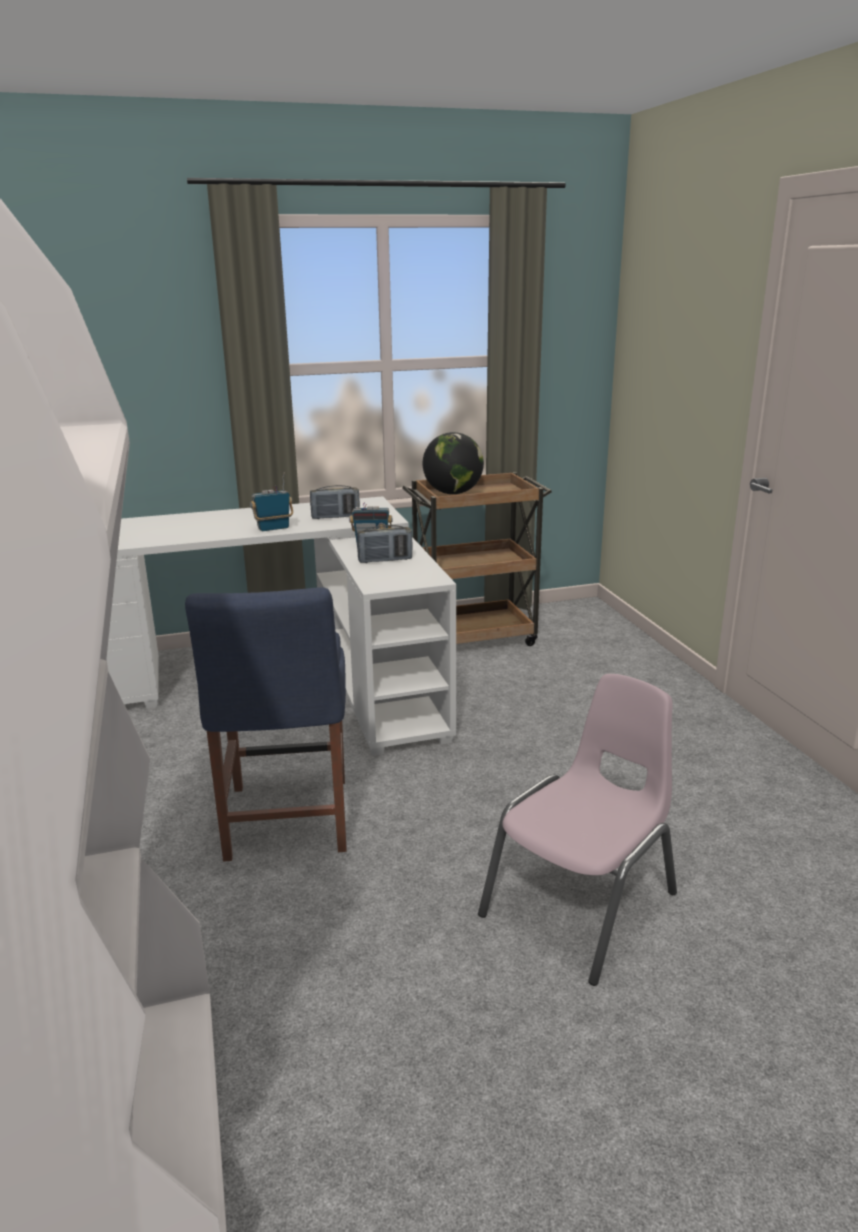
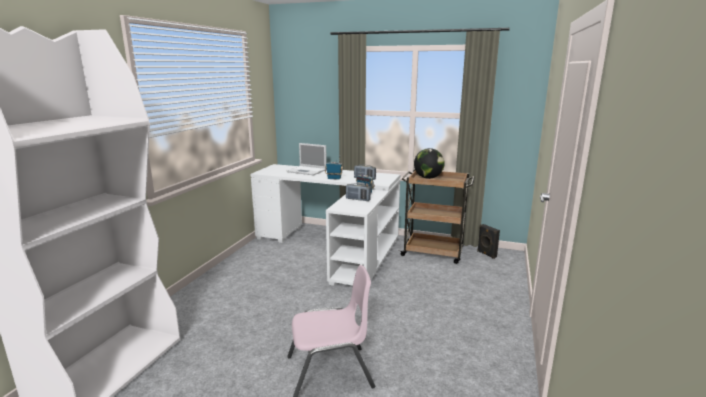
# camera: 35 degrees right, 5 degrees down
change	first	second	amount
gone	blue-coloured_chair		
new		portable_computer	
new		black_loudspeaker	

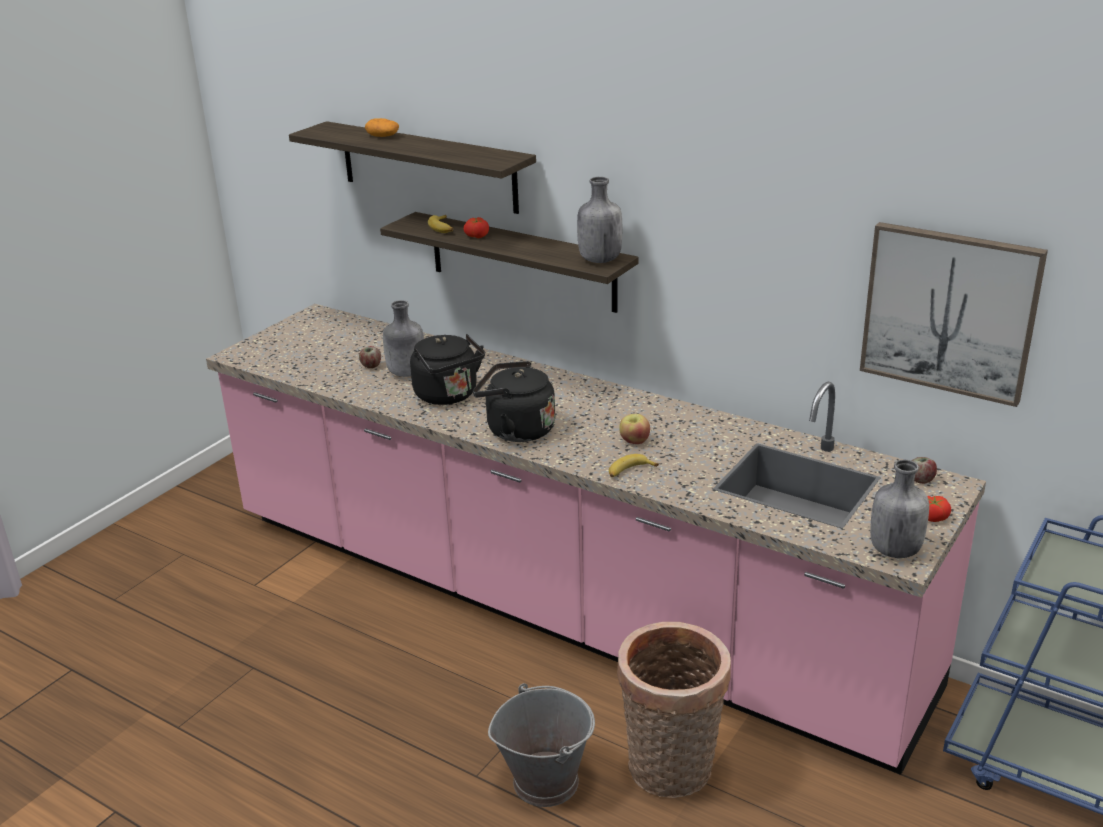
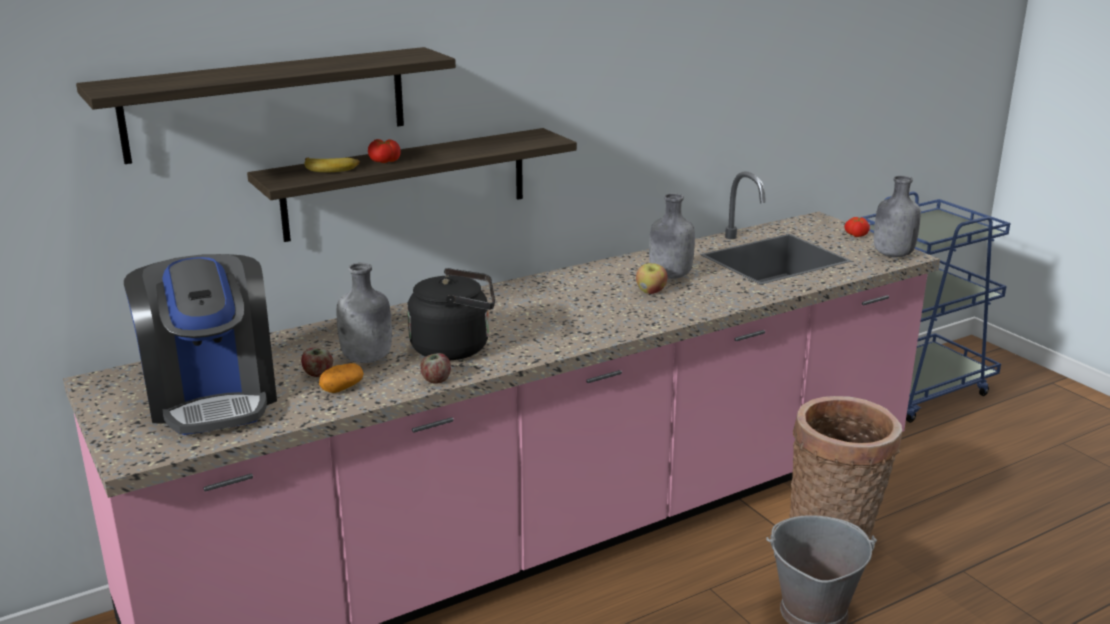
# camera: 65 degrees left, 5 degrees down
change	first	second	amount
shifted	potato		
shifted	gray_beverage_bottle (no. 2 from left)		
gone	wall_art		
gone	black_water_kettle (no. 2 from left)		
gone	banana (no. 2 from left)		
shifted	whole_apple (no. 3 from left in the first image)	whole_apple (no. 2 from left)	
new		coffee_brewer	

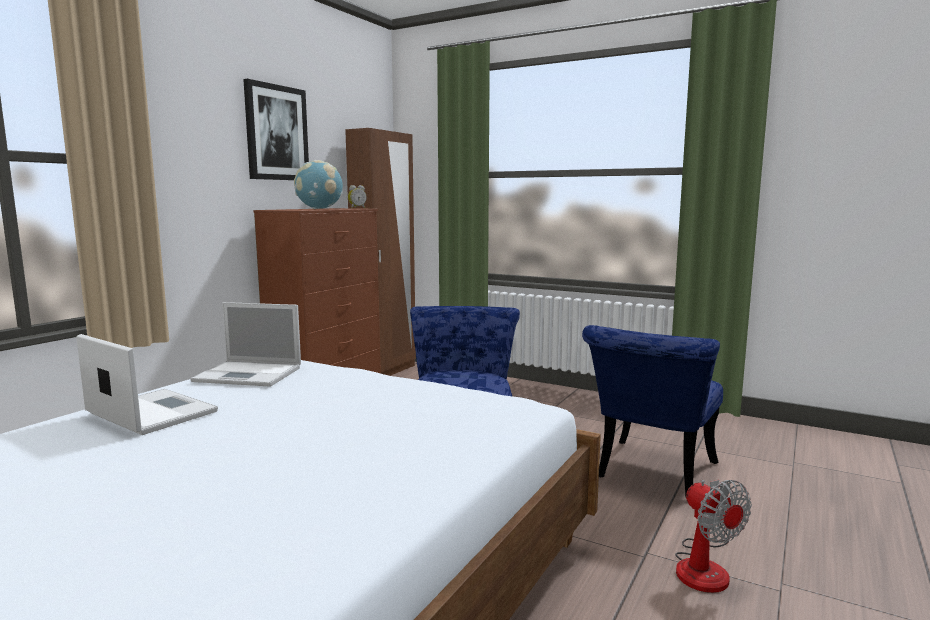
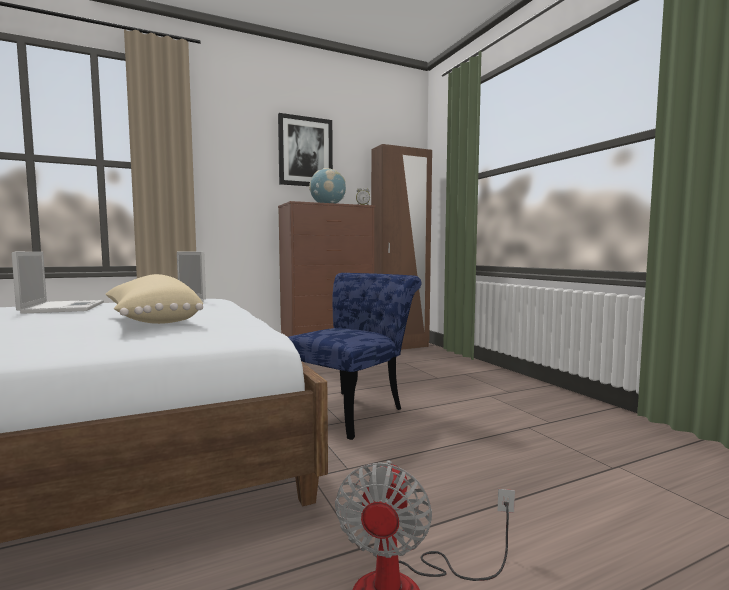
# camera: 35 degrees right, 5 degrees down
change	first	second	amount
gone	blue-coloured_chair (no. 2 from left)		
new		beige-coloured_pillow	

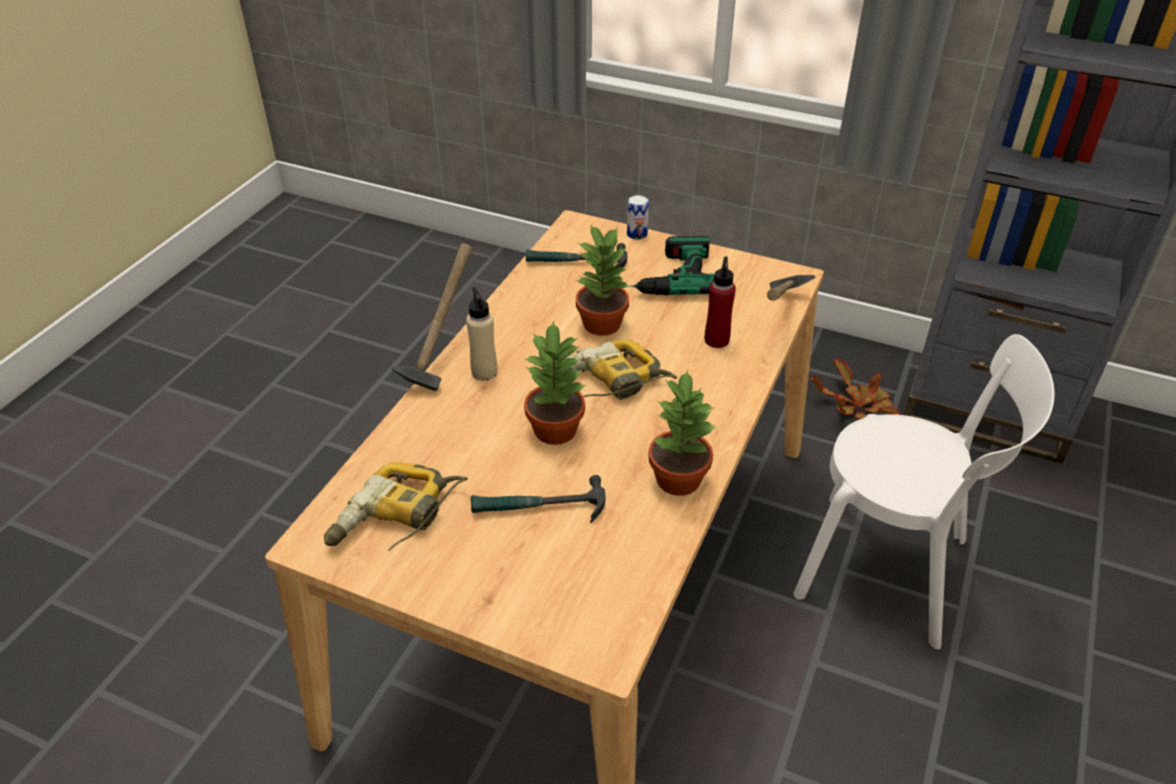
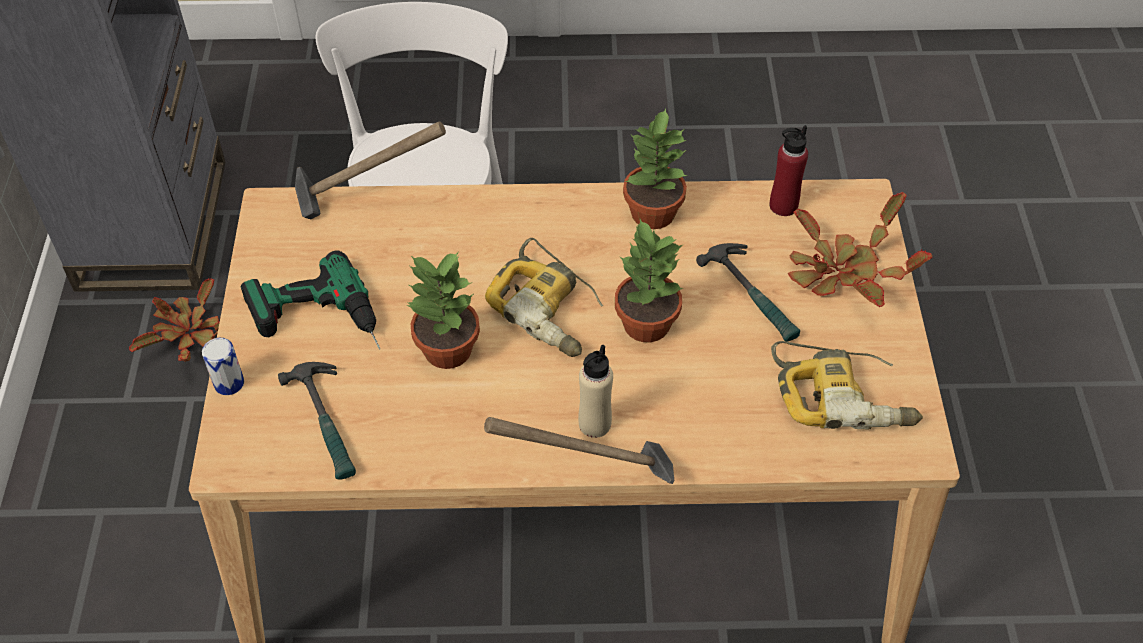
# camera: 115 degrees left, 10 degrees up
change	first	second	amount
shifted	red_beverage_bottle		
new		houseplant (no. 5 from left)	

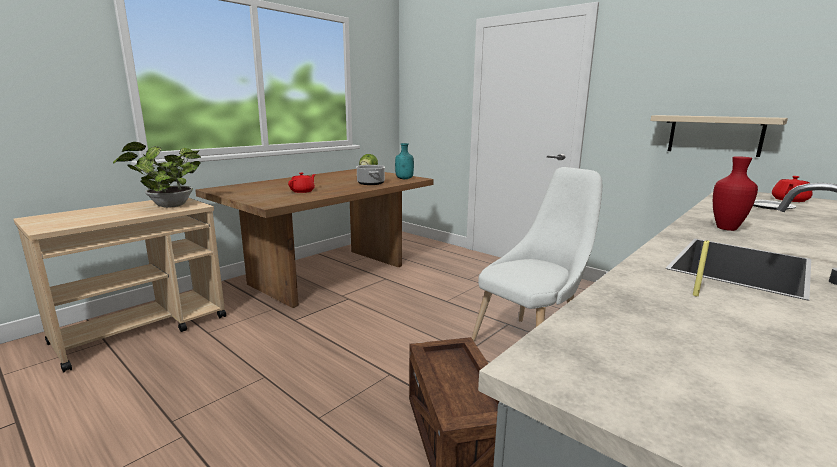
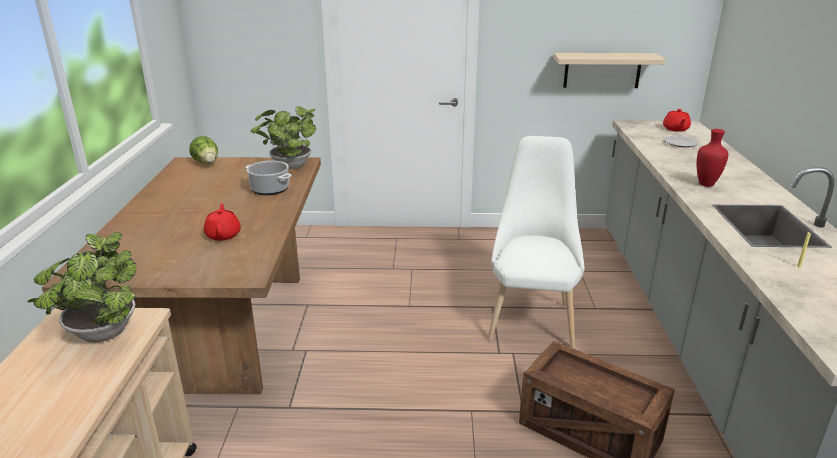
# camera: 40 degrees left, 10 degrees up
change	first	second	amount
swapped	blue-green_beverage_bottle	houseplant (no. 2 from left)	

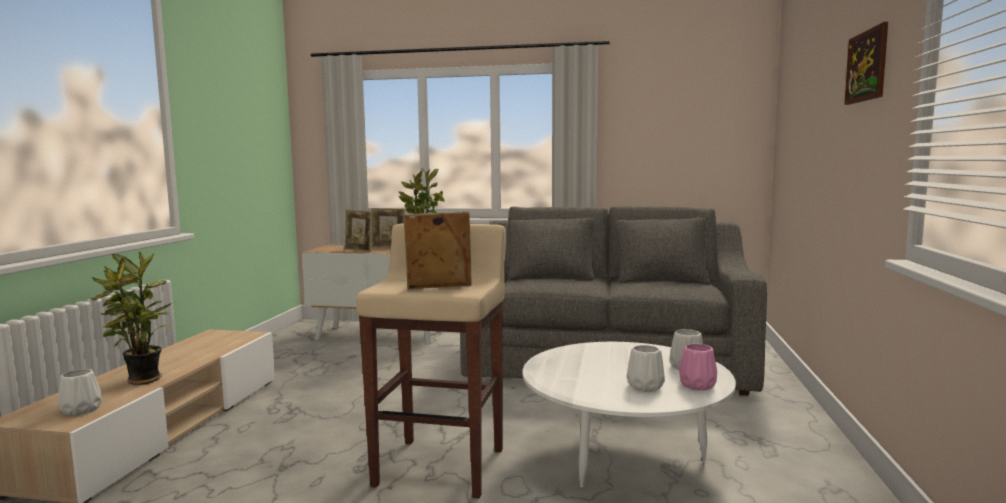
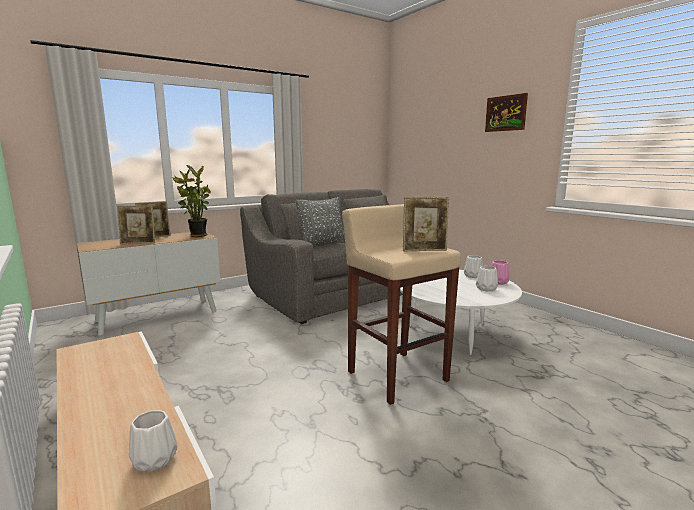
# camera: 45 degrees left, 5 degrees up
change	first	second	amount
rotated	standing_frame (no. 3 from left)		135 degrees counterclockwise
gone	houseplant (no. 1 from left)		
new		gray_pillow	

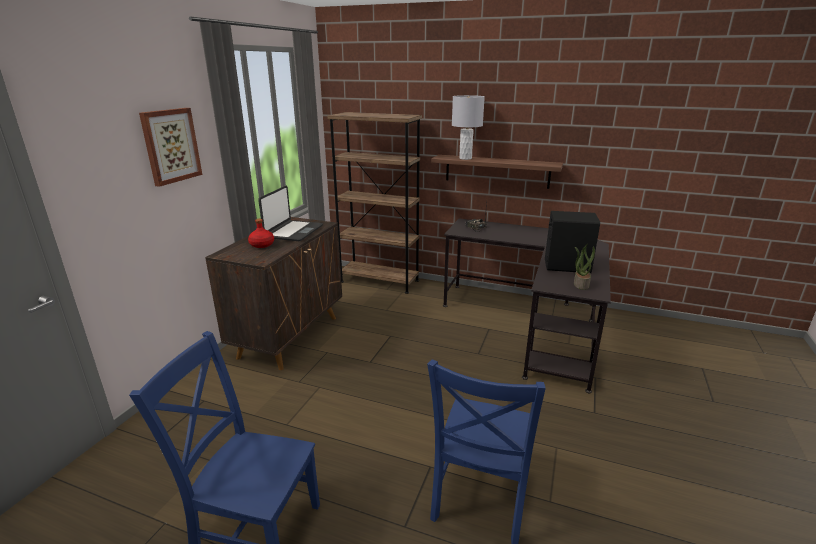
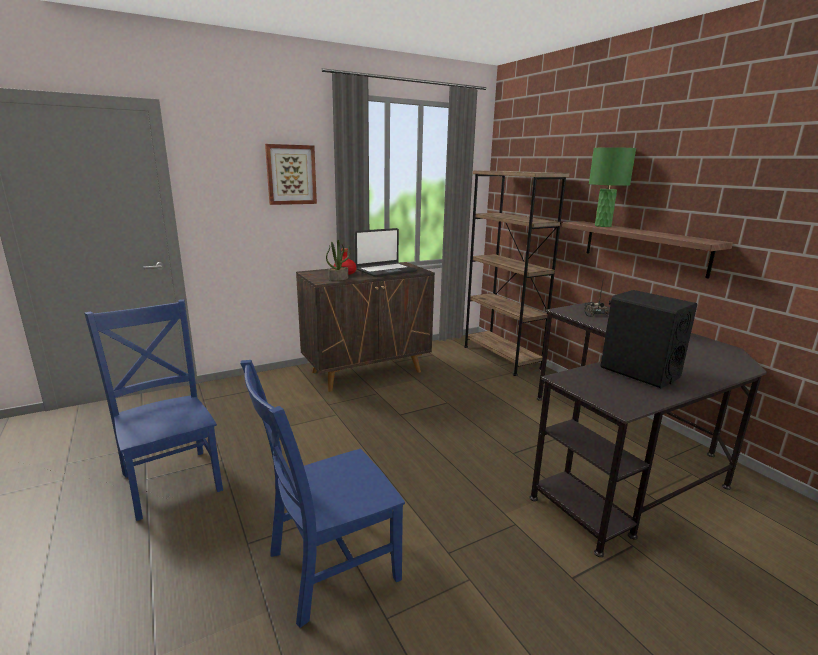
# camera: 40 degrees right, 5 degrees down
change	first	second	amount
repainted	gray_tabletop_lamp	green_tabletop_lamp	
shifted	houseplant		

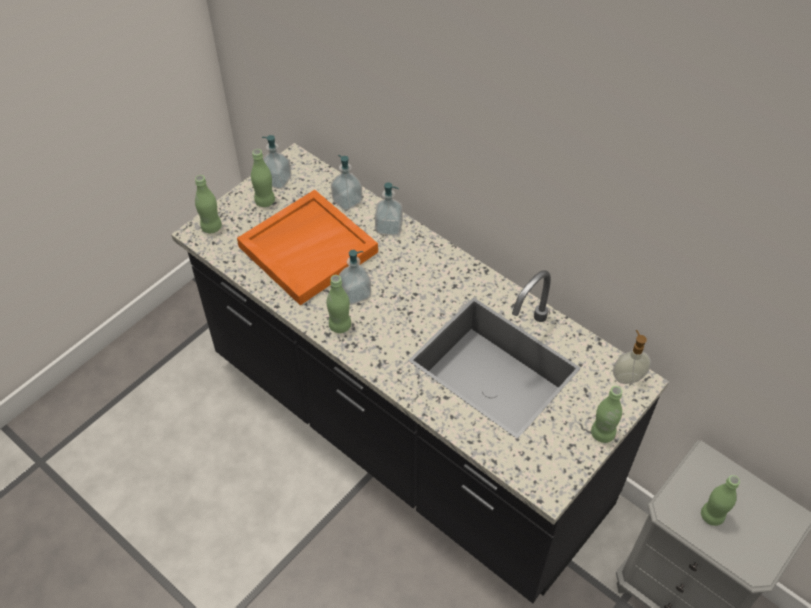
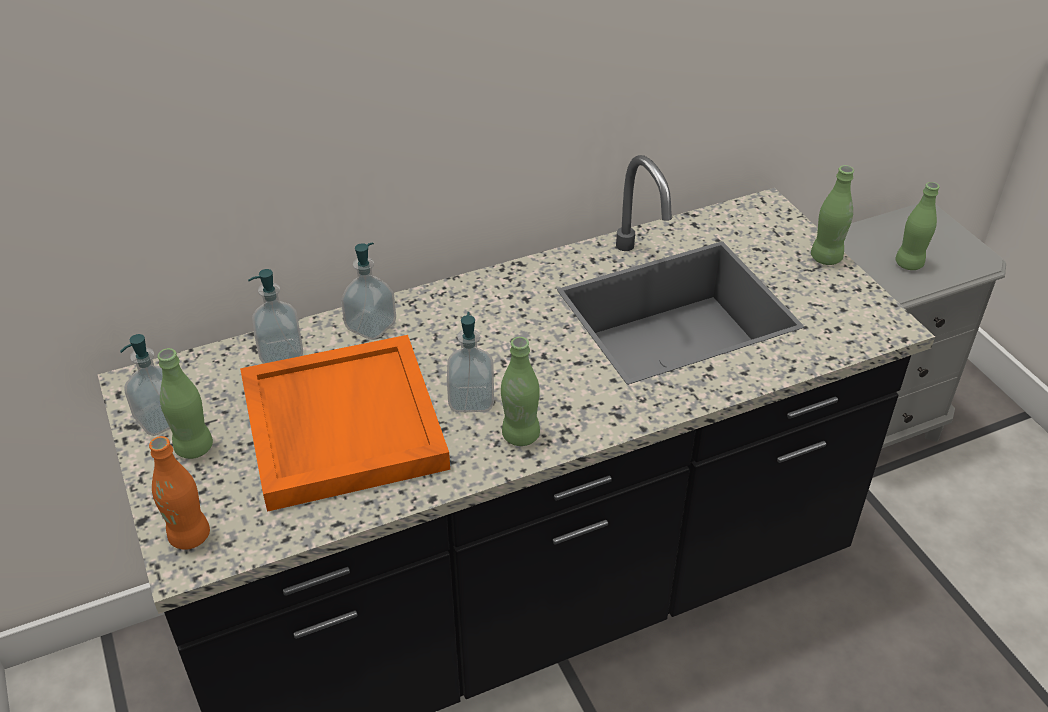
# camera: 65 degrees left, 10 degrees down
change	first	second	amount
repainted	green_beverage_bottle (no. 1 from left)	orangey_beverage_bottle	
gone	soap_dispenser (no. 5 from left)		

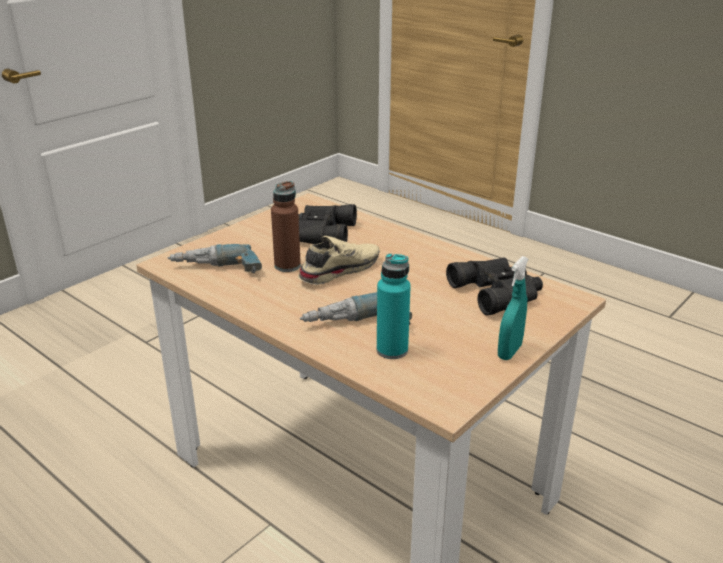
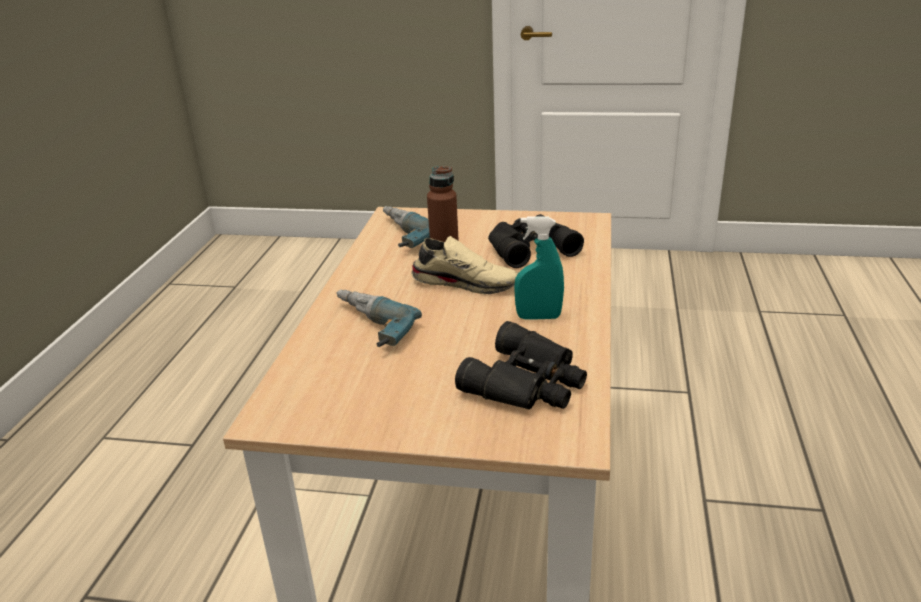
# camera: 60 degrees right, 0 degrees up
change	first	second	amount
gone	blue-green_beverage_bottle		
shifted	blue-green_sprayer		

